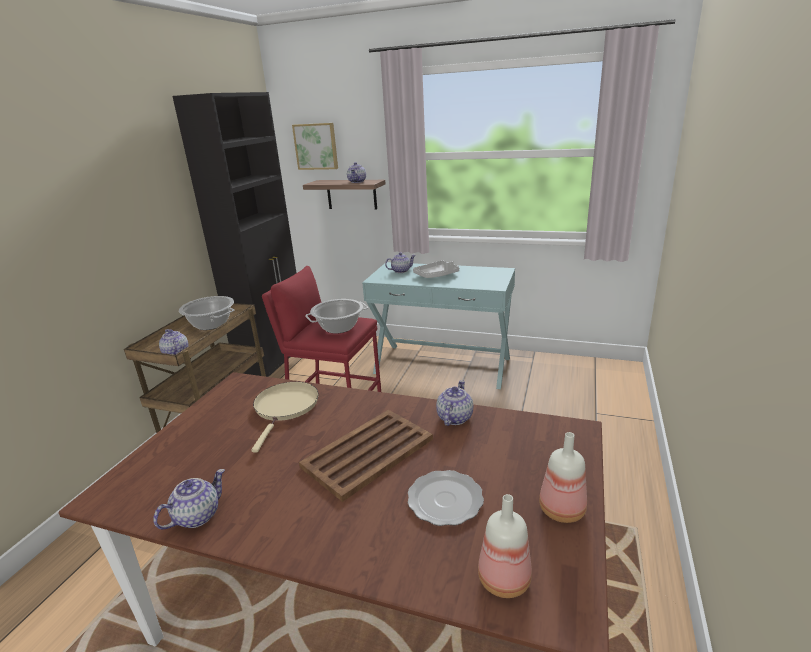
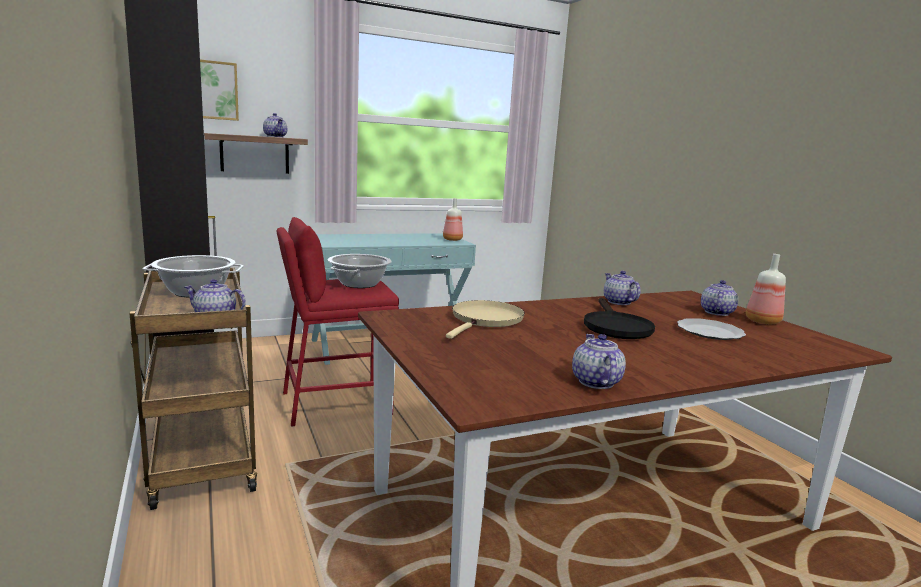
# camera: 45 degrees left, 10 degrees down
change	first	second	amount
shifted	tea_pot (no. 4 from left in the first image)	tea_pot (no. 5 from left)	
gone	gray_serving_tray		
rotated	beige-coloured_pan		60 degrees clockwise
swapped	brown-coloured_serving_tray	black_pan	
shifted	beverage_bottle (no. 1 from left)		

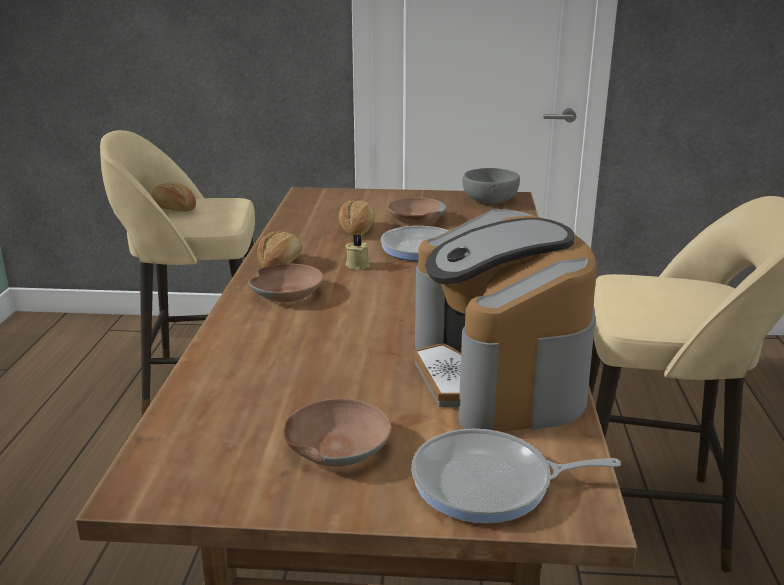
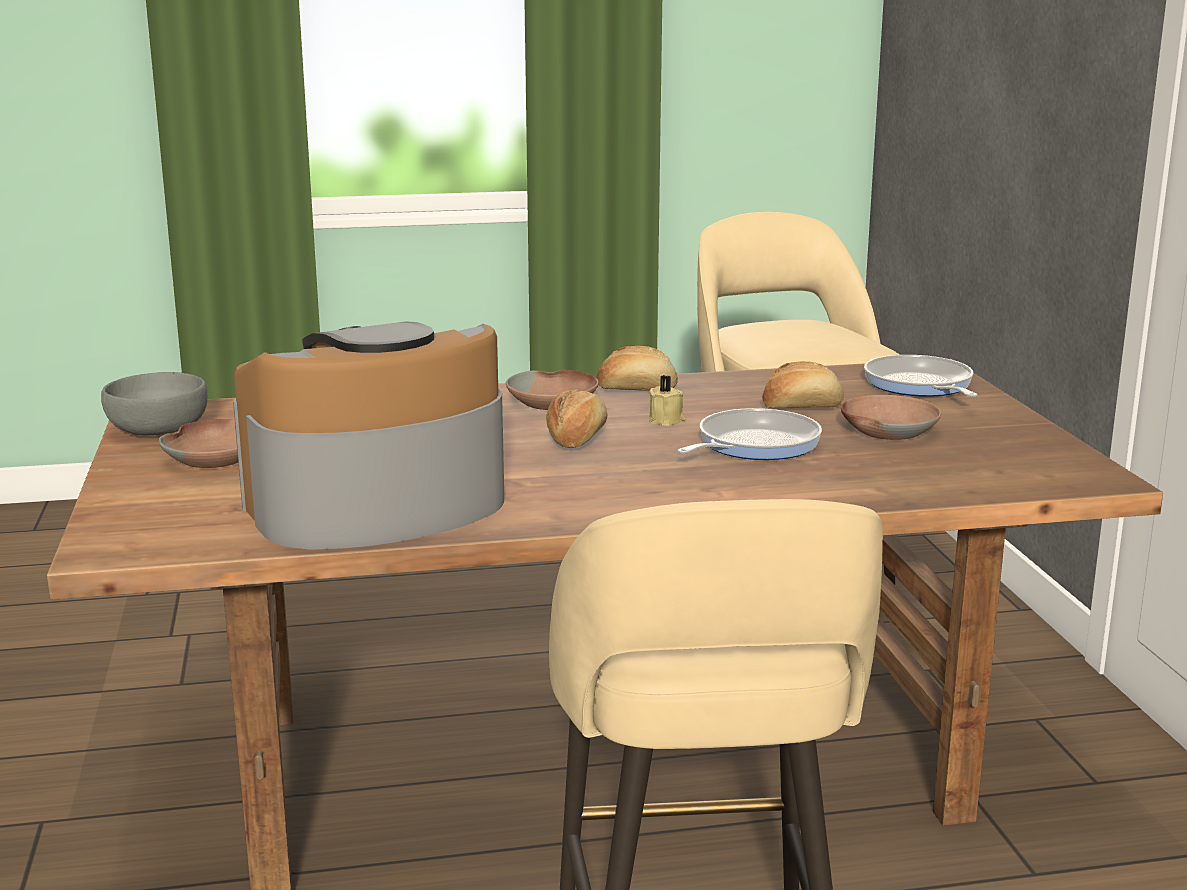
# camera: 75 degrees right, 5 degrees down
change	first	second	amount
shifted	gray_bowl		
shifted	bakery_bread (no. 1 from left)		
shifted	pan (no. 2 from left)		

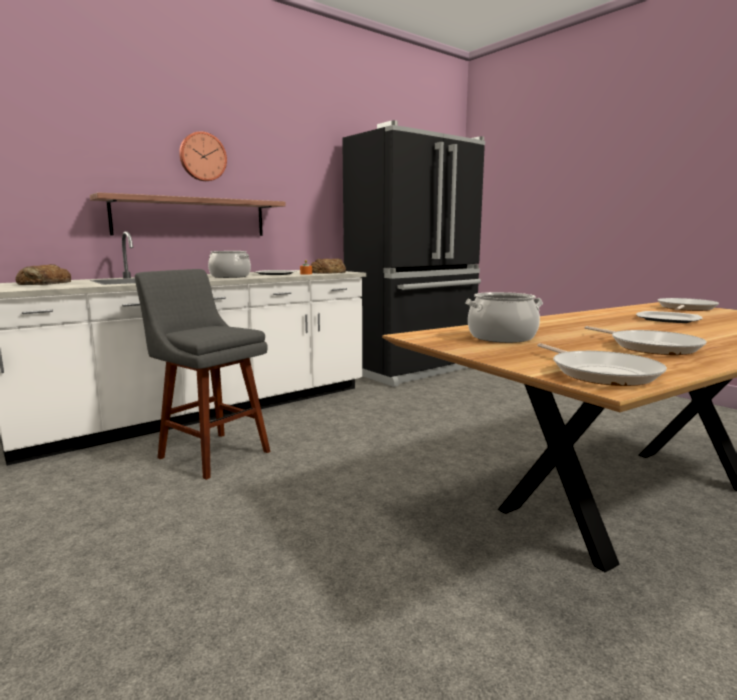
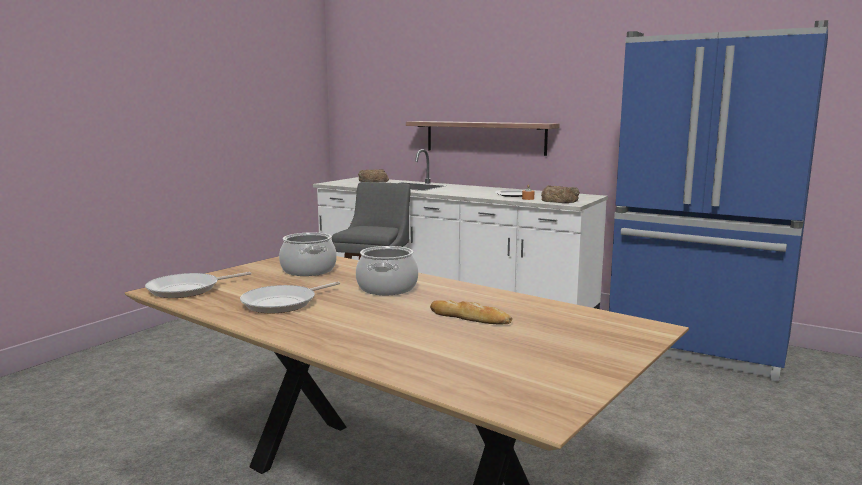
# camera: 70 degrees right, 0 degrees up
change	first	second	amount
repainted	black_kitchen_fridge	blue-coloured_kitchen_fridge	
gone	hanging_clock		
shifted	saucepot (no. 1 from left in the first image)	saucepot (no. 2 from left)	
gone	pan (no. 3 from left)		
swapped	plate (no. 2 from left)	bakery_bread (no. 2 from left)	

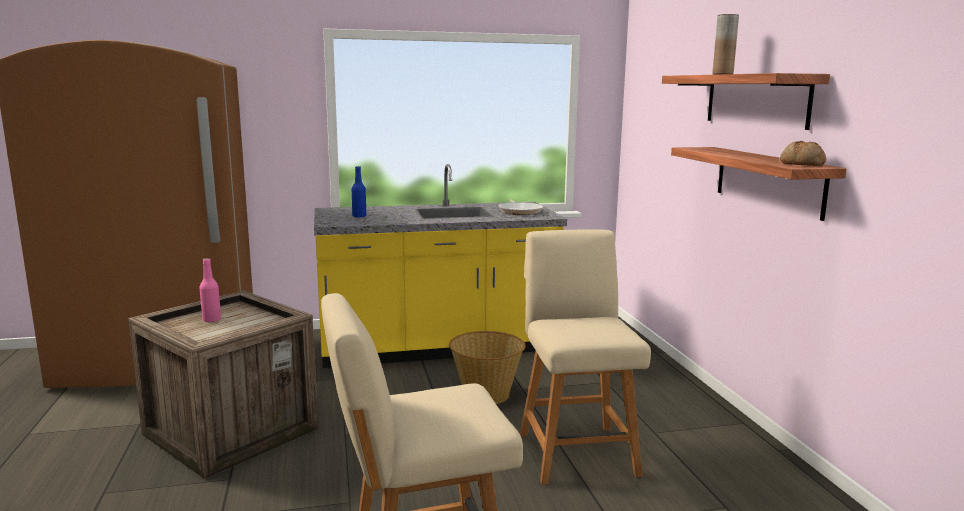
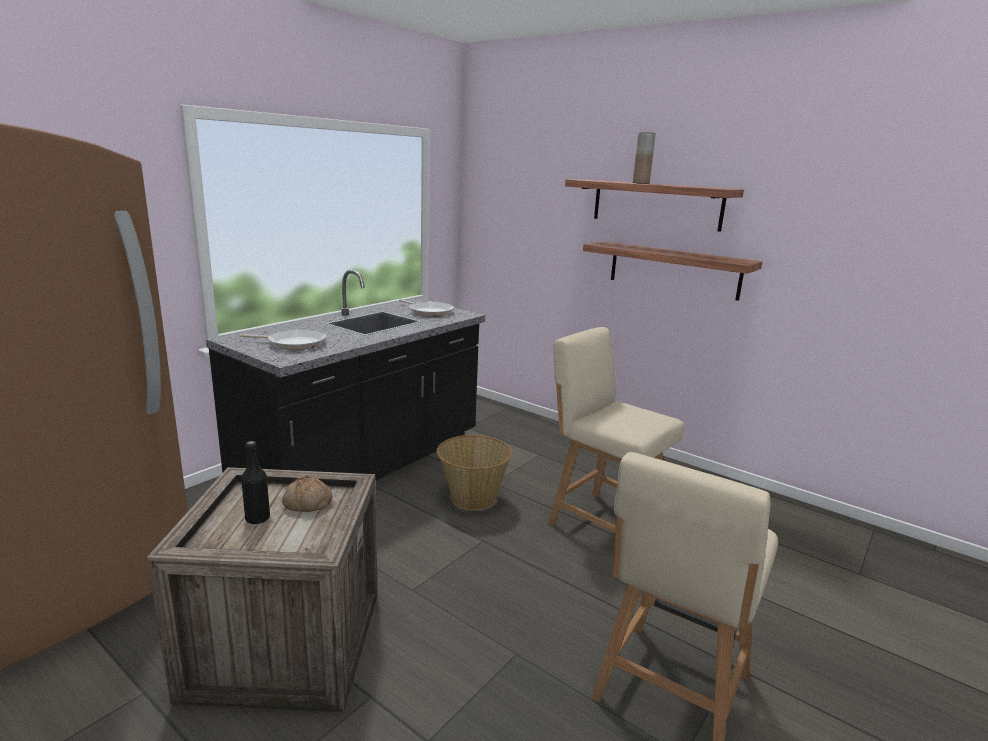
# camera: 40 degrees left, 5 degrees up
change	first	second	amount
shifted	bakery_bread		
repainted	yellow_kitchen_counter	black_kitchen_counter	
swapped	blue-coloured_beverage_bottle	pan (no. 1 from left)	
repainted	pink_beverage_bottle	black_beverage_bottle	

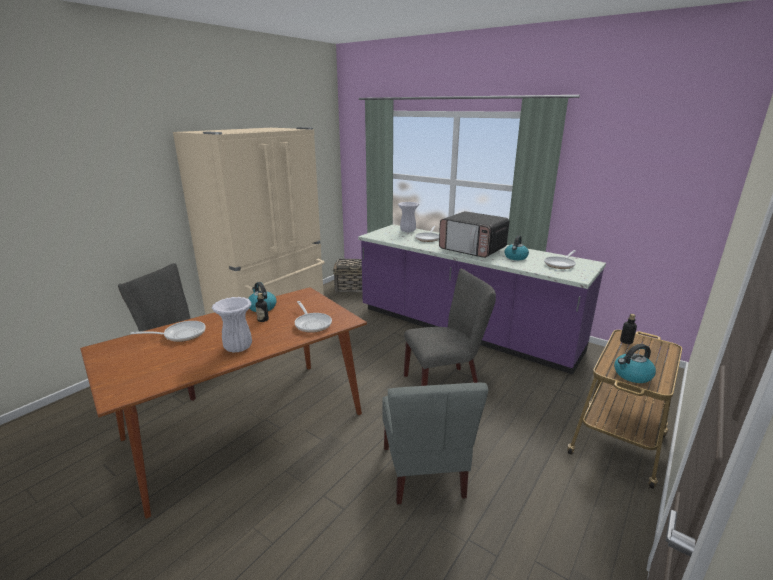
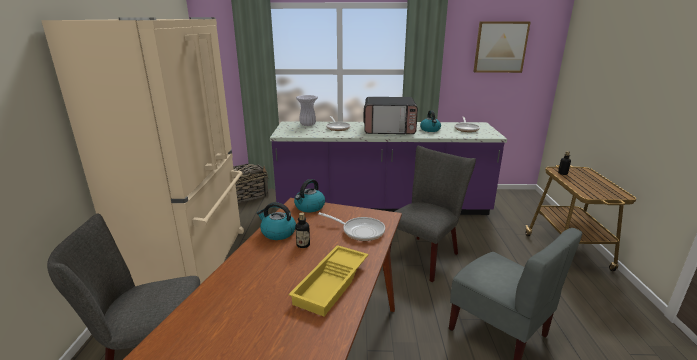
# camera: 35 degrees left, 0 degrees up
change	first	second	amount
swapped	whitish_vase (no. 1 from left)	yellow_serving_tray	
gone	pan (no. 1 from left)		
shifted	water_kettle (no. 3 from left in the first image)	water_kettle (no. 2 from left)	
new		wall_art	

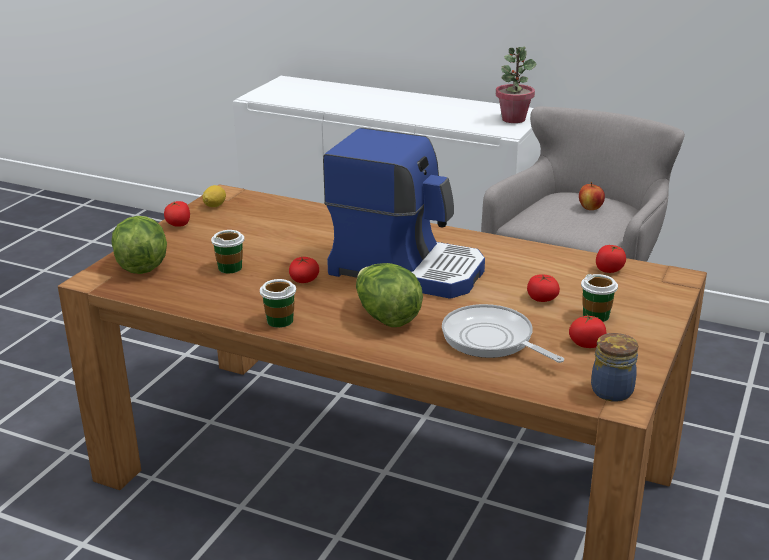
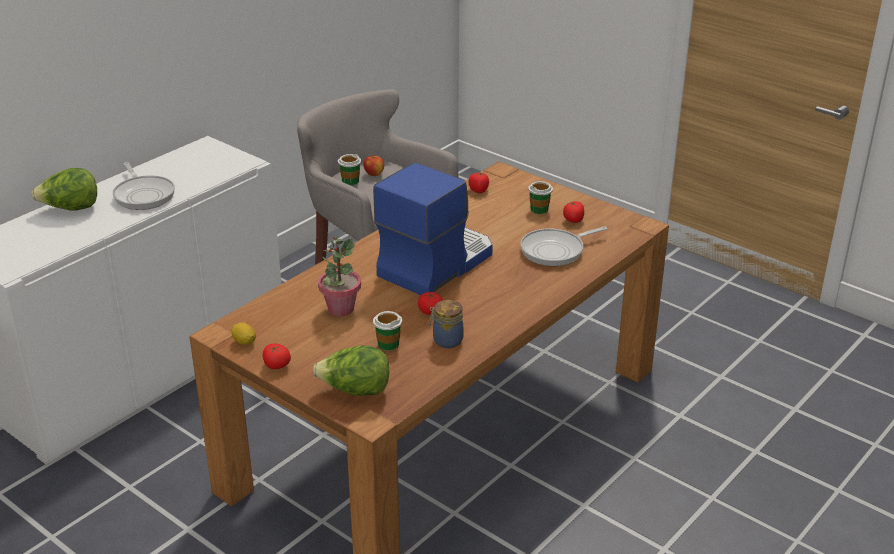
# camera: 75 degrees left, 5 degrees up
change	first	second	amount
shifted	houseplant		
shifted	head_of_lettuce (no. 2 from left in the first image)	head_of_lettuce (no. 1 from left)	
gone	tomato (no. 3 from left)		
shifted	cup (no. 2 from left in the first image)	cup (no. 1 from left)	
shifted	jar		
new		pan (no. 1 from left)	

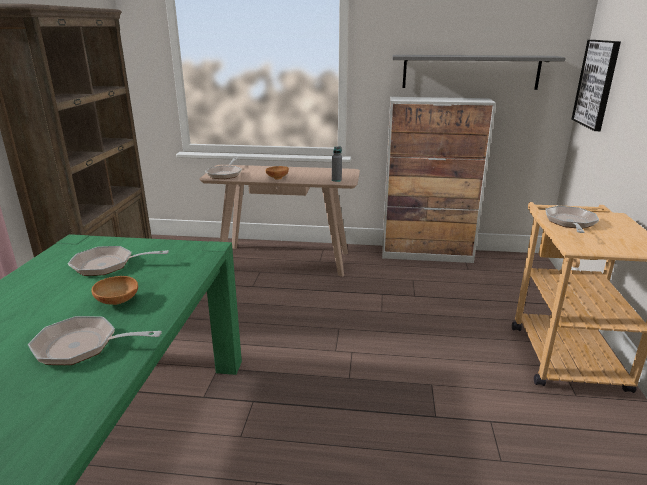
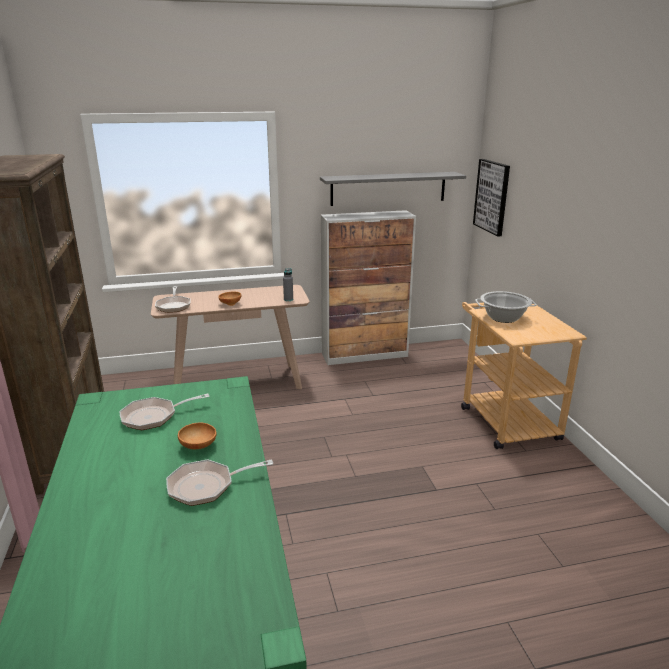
# camera: 20 degrees left, 0 degrees up
change	first	second	amount
swapped	pan (no. 4 from left)	saucepot	

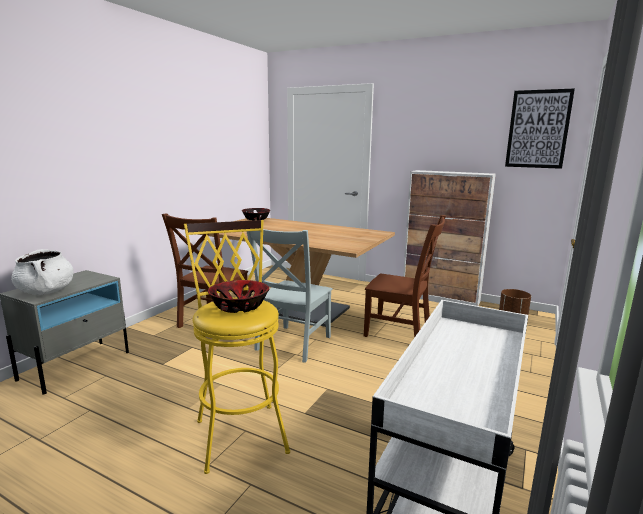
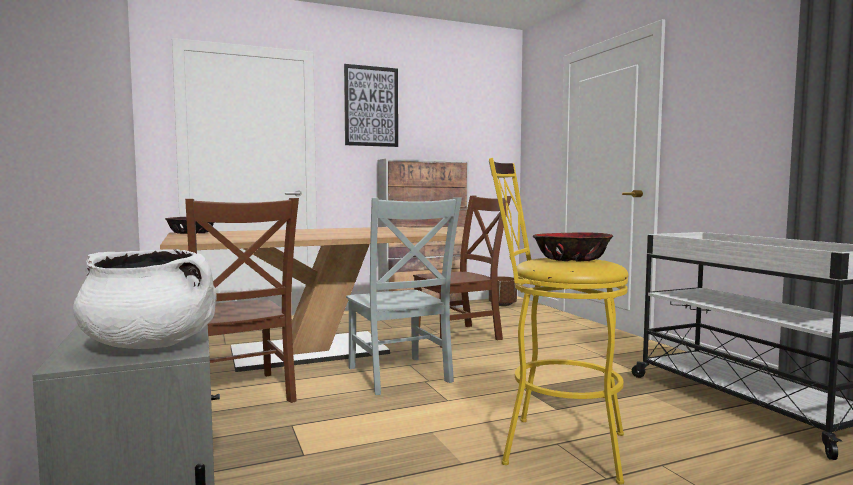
# camera: 50 degrees left, 10 degrees down
change	first	second	amount
shifted	wall_art		

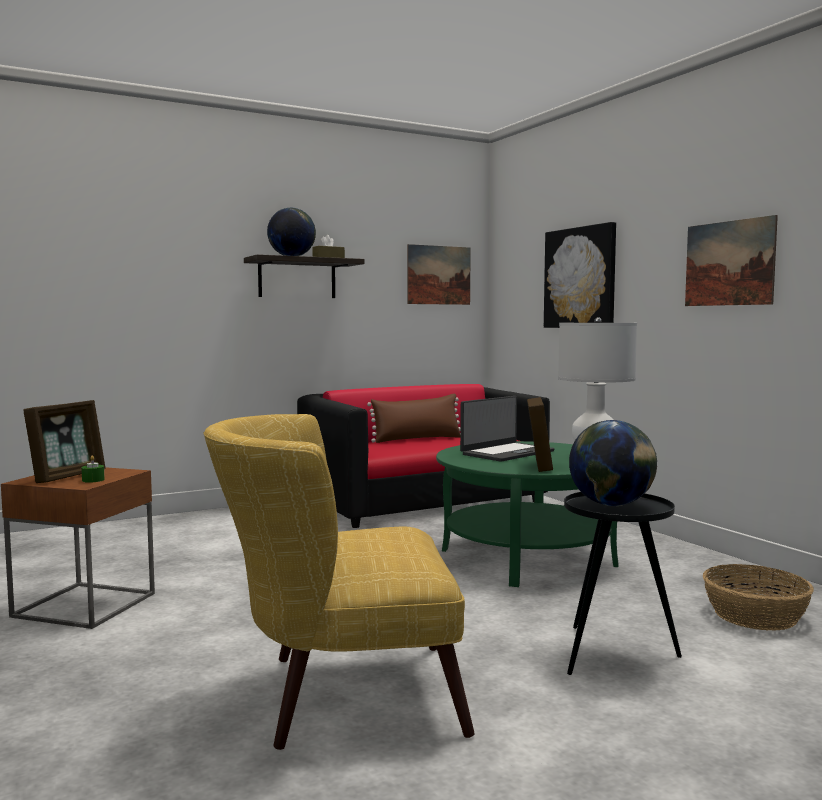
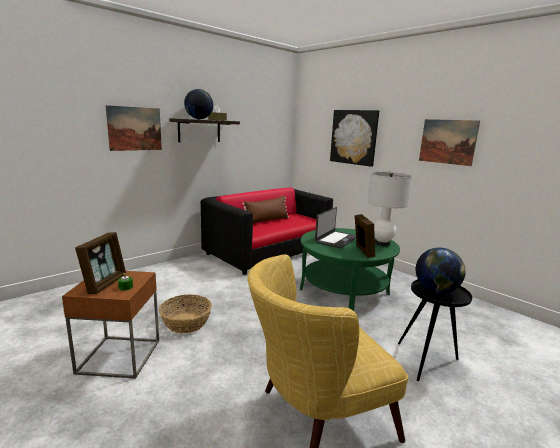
# camera: 15 degrees left, 10 degrees up
change	first	second	amount
shifted	wall_art (no. 1 from left)		
shifted	basket		

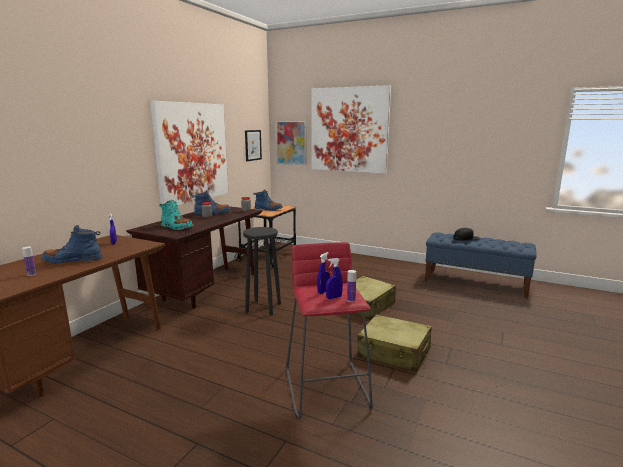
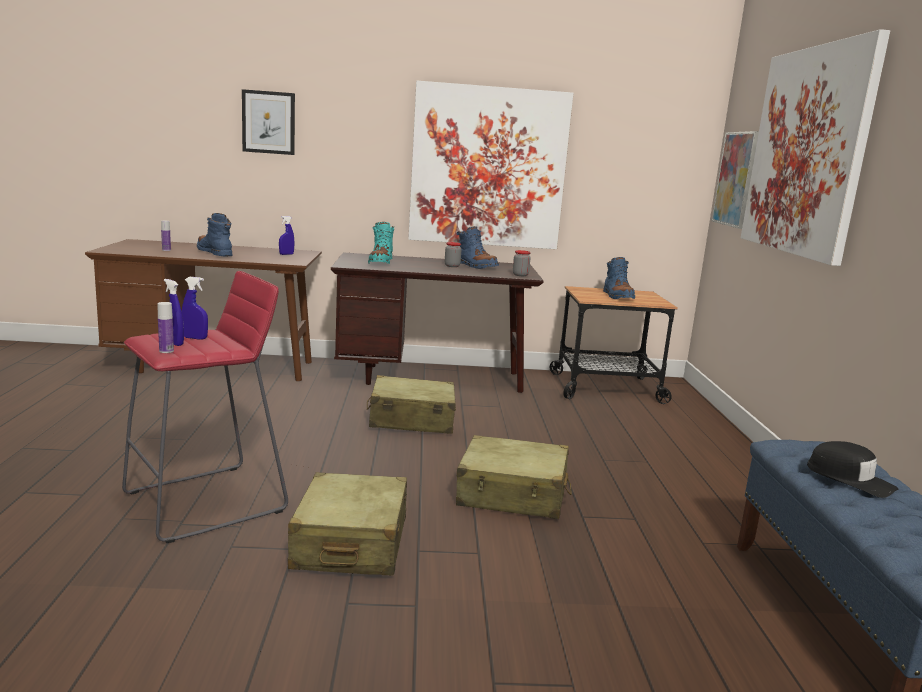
# camera: 60 degrees right, 0 degrees up
change	first	second	amount
shifted	wall_art (no. 2 from left in the first image)	wall_art (no. 1 from left)	
swapped	black_stool_seat	beige-coloured_travel_case (no. 2 from left)	

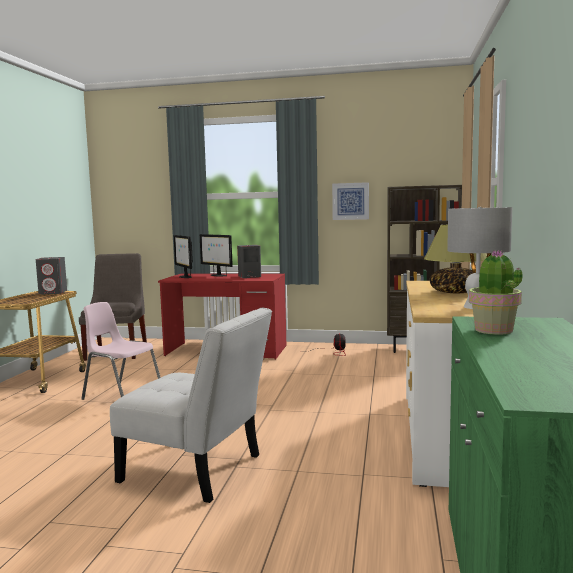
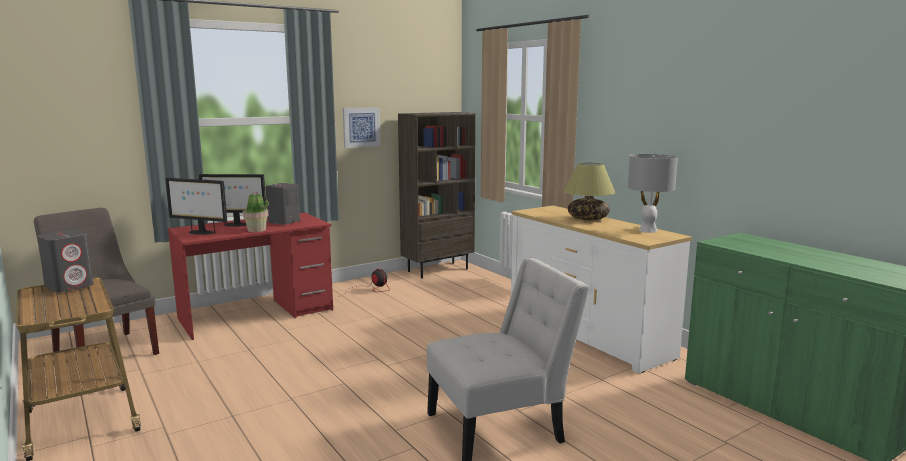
# camera: 45 degrees left, 5 degrees up
change	first	second	amount
shifted	houseplant		
gone	pink_chair		

